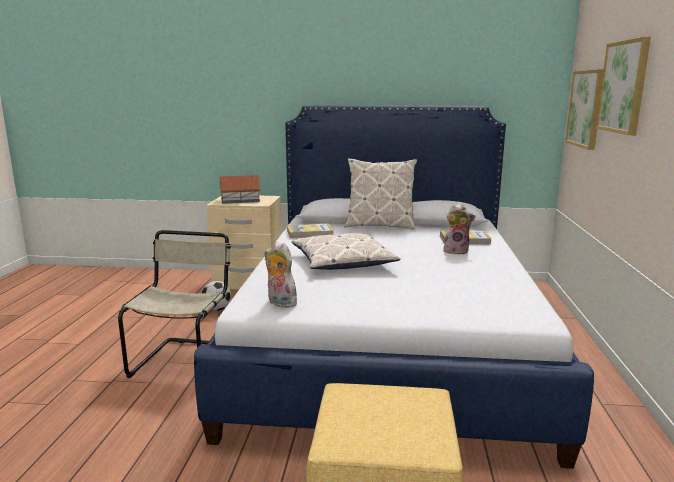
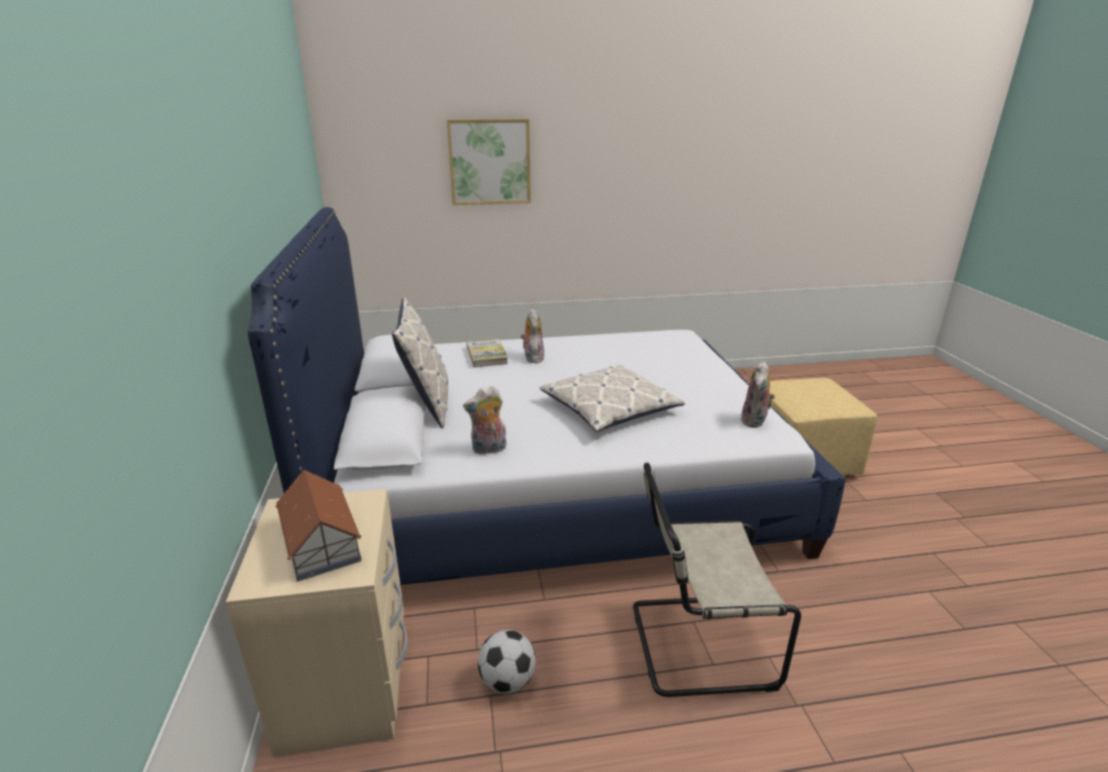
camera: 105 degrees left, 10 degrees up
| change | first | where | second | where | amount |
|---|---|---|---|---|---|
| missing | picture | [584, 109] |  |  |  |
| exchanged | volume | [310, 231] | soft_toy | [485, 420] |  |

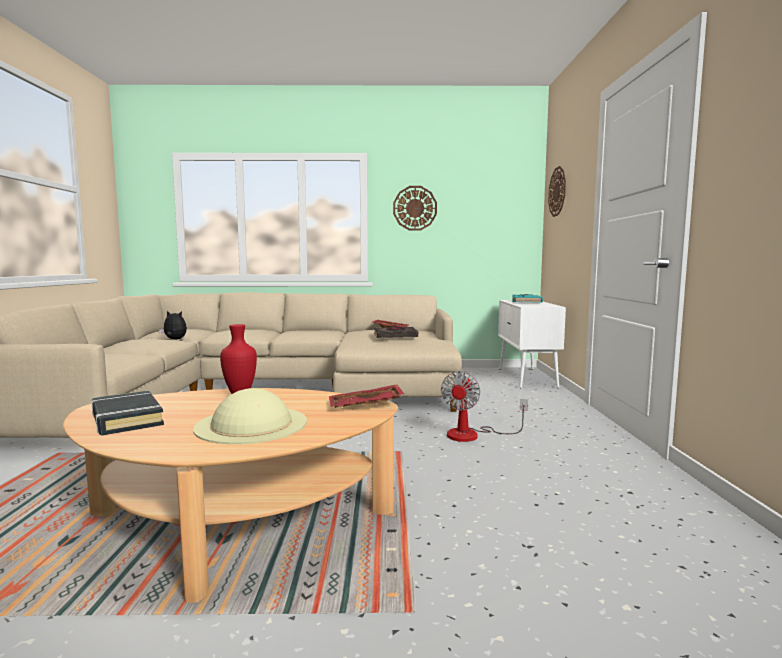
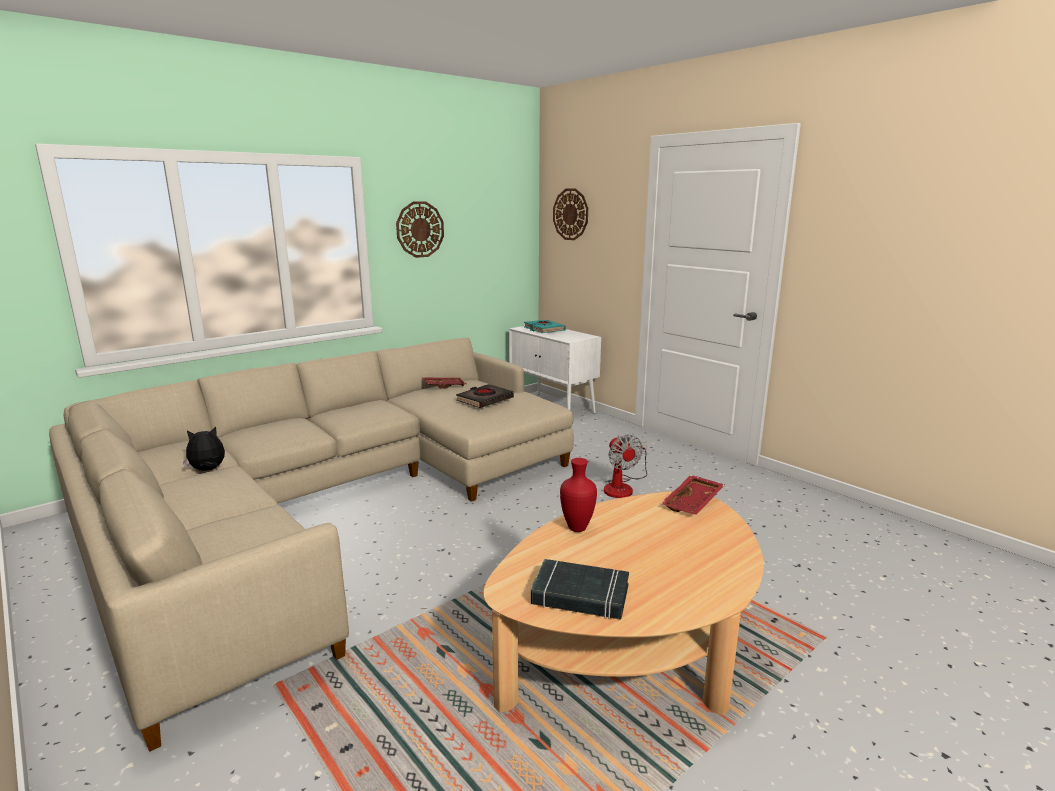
camera: 40 degrees left, 10 degrees up
| change | first | where | second | where | amount |
|---|---|---|---|---|---|
| missing | beige_clothing_hat | [250, 416] |  |  |  |

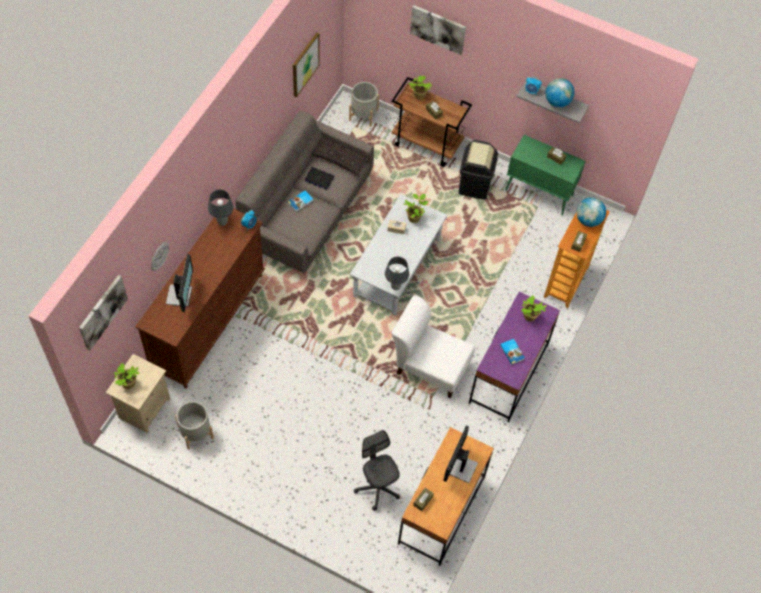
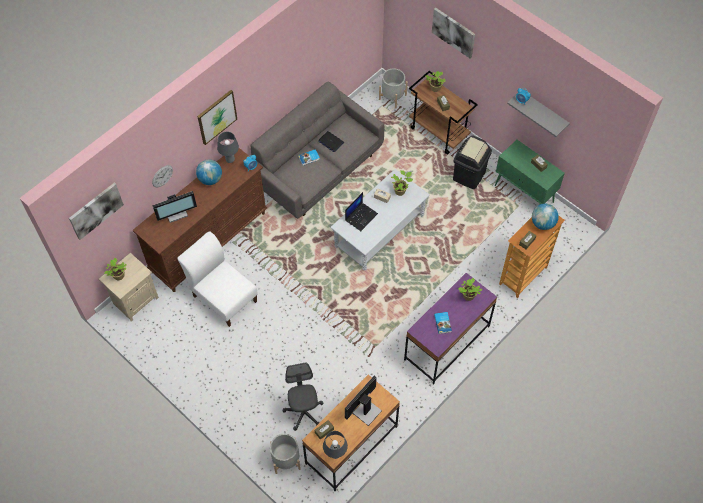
camera: 20 degrees right, 0 degrees up
| change | first | where | second | where | amount |
|---|---|---|---|---|---|
| missing | pillow | [341, 155] |  |  |  |
| appeared |  |  | portable_computer | [361, 211] |  |
| relocated | greyish_planter | [194, 425] |  | [285, 454] |  |
| relocated | picture | [306, 64] |  | [217, 117] |  |
| relocated | greyish_table_lamp | [397, 273] |  | [335, 445] |  |
| relocated | whitish_upright_chair | [433, 346] |  | [217, 279] |  |
| relocated | globe | [560, 92] |  | [209, 172] |  |
| spun | computer_screen | [179, 283] |  | [175, 207] | 45 degrees clockwise |

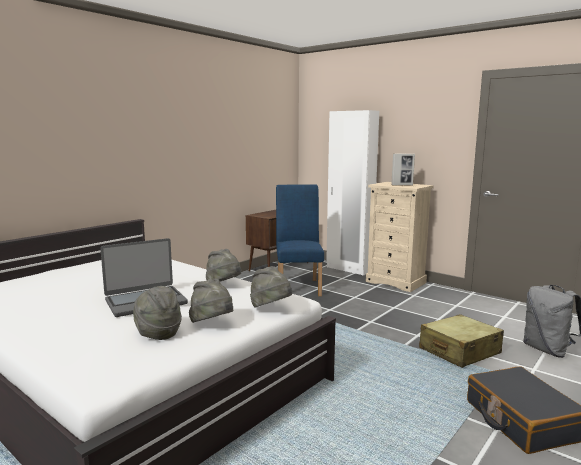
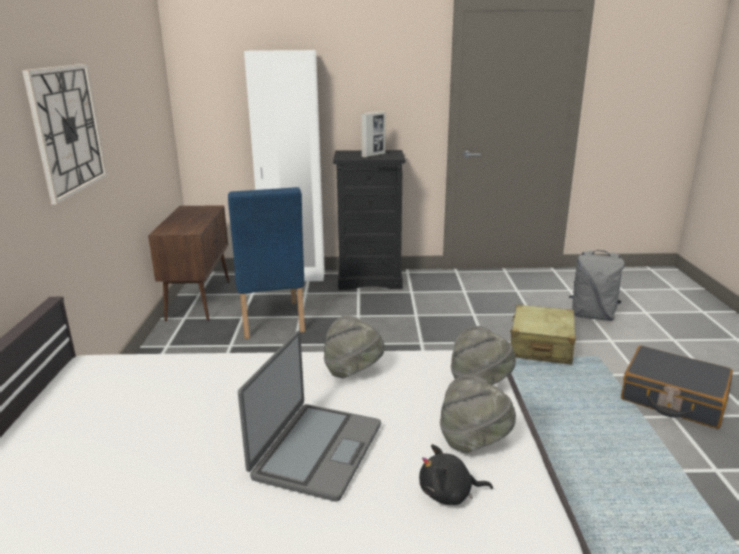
camera: 40 degrees left, 10 degrees up
| change | first | where | second | where | amount |
|---|---|---|---|---|---|
| appeared |  |  | clock_on_the_wall | [64, 134] |  |
| exchanged | greyish_clothing_hat | [157, 313] | black-coloured_soft_toy | [456, 474] |  |
| colour | beige_drawer_chest | [400, 237] | black-coloured_drawer_chest | [369, 220] |  |
| spun | bluish_upright_chair | [300, 240] |  | [266, 263] | 150 degrees counterclockwise |

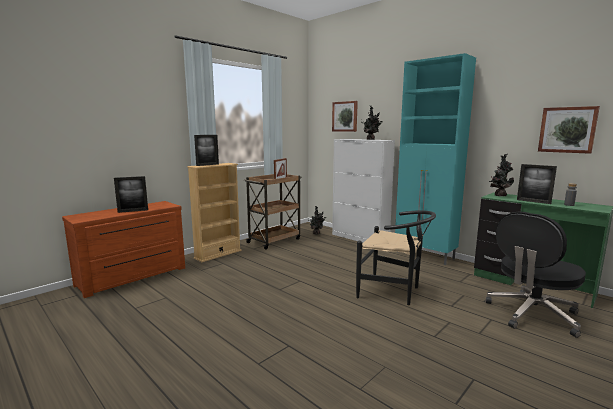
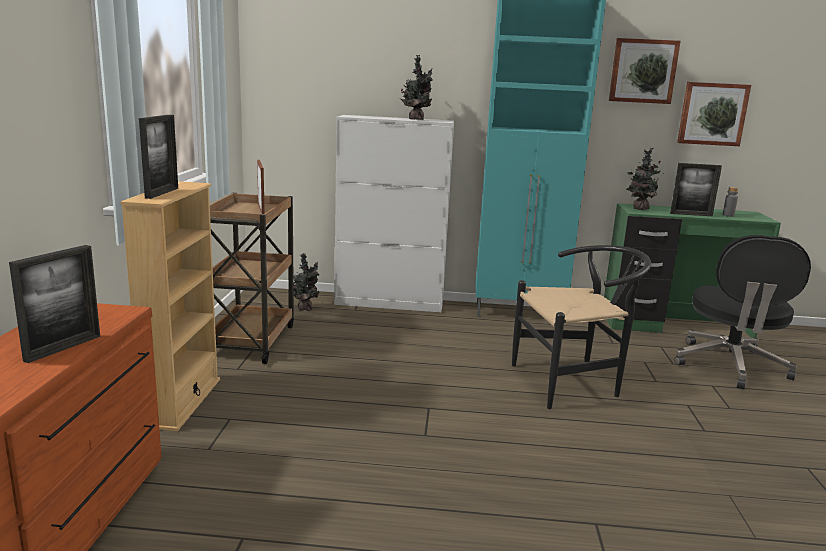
camera: 40 degrees left, 5 degrees up
| change | first | where | second | where | amount |
|---|---|---|---|---|---|
| relocated | picture | [345, 116] |  | [645, 71] |  |

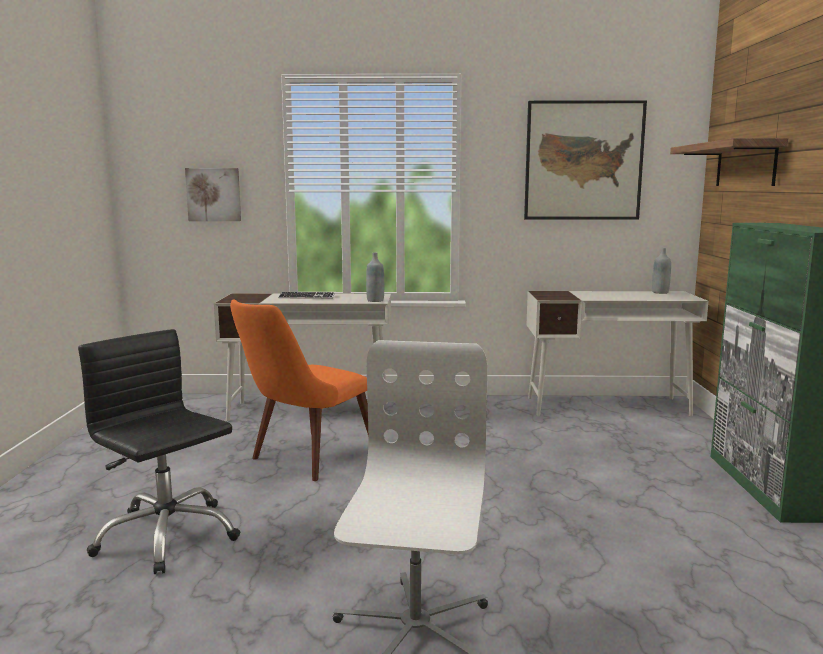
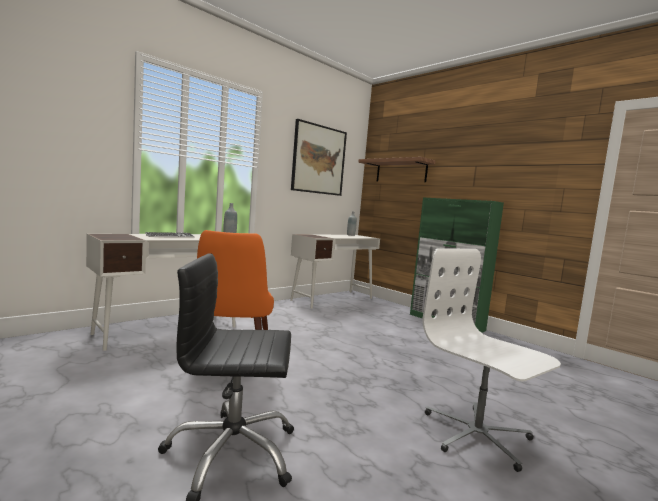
camera: 45 degrees left, 5 degrees down
| change | first | where | second | where | amount |
|---|---|---|---|---|---|
| missing | picture | [213, 194] |  |  |  |

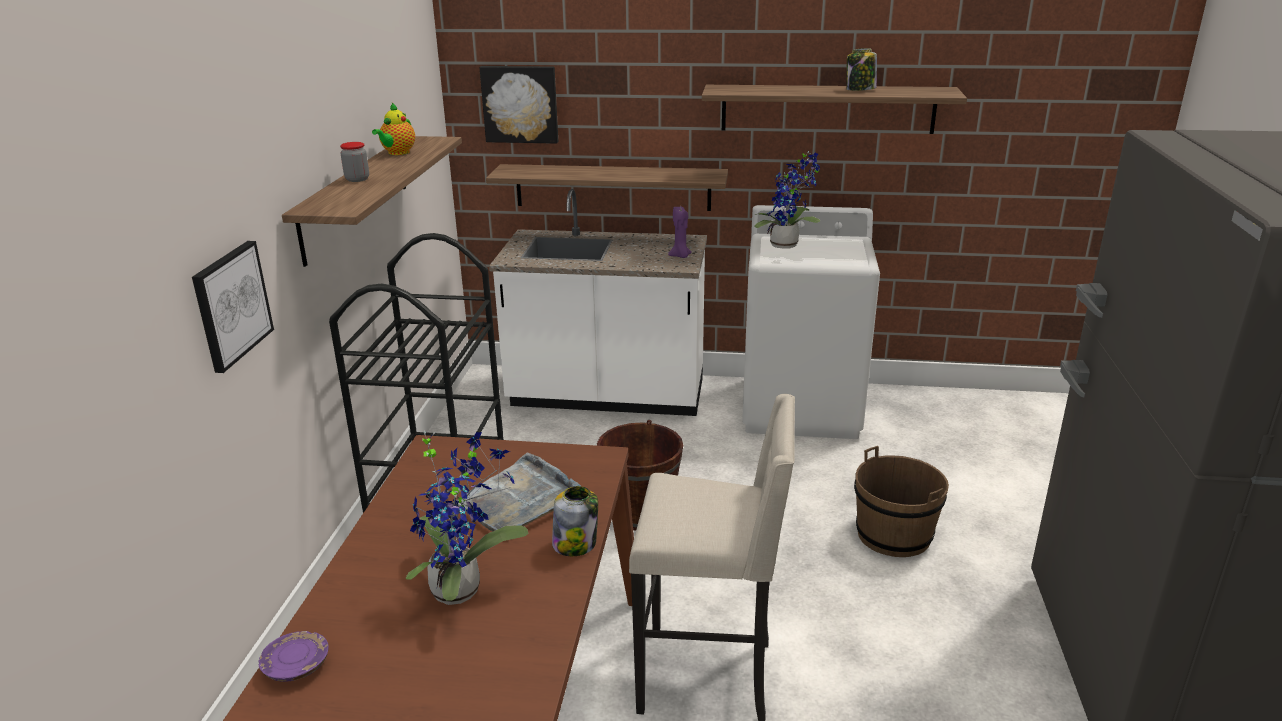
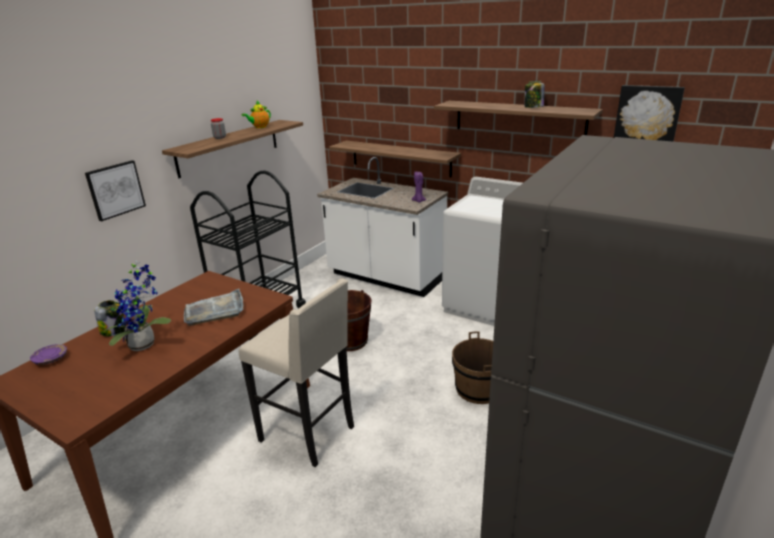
camera: 25 degrees right, 0 degrees up
| change | first | where | second | where | amount |
|---|---|---|---|---|---|
| missing | potted_plant | [787, 199] |  |  |  |
| relocated | picture | [519, 105] |  | [649, 113] |  |
| relocated | preserve_jar | [575, 521] |  | [110, 318] |  |

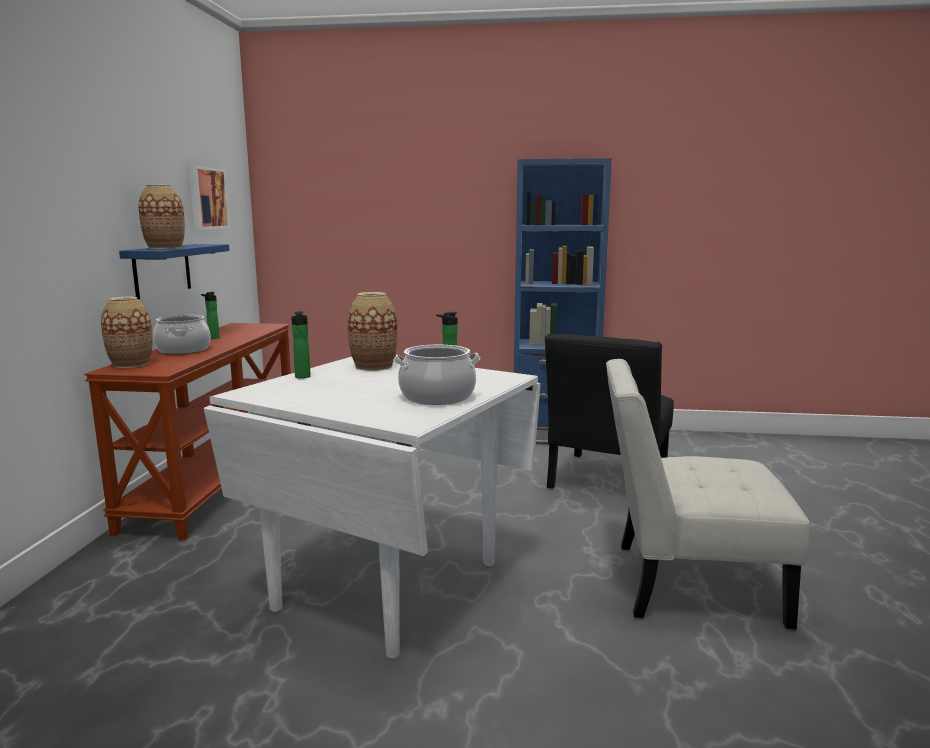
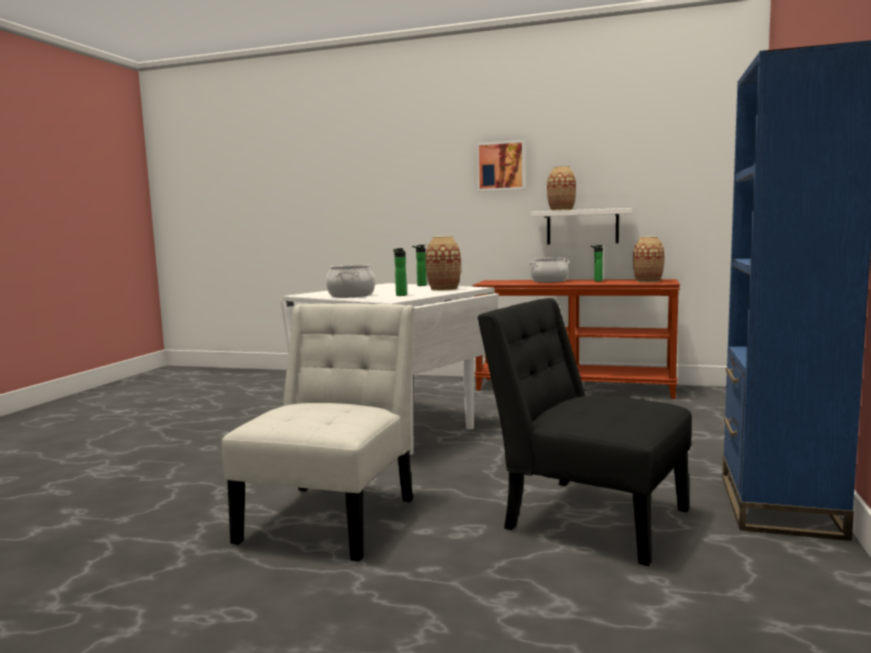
camera: 100 degrees right, 5 degrees down
| change | first | where | second | where | amount |
|---|---|---|---|---|---|
| relocated | flower_vase | [127, 332] |  | [648, 259] |  |
| relocated | picture | [209, 198] |  | [501, 165] |  |
| colour | bluish_shelf | [174, 272] | whitish_shelf | [581, 226] |  |

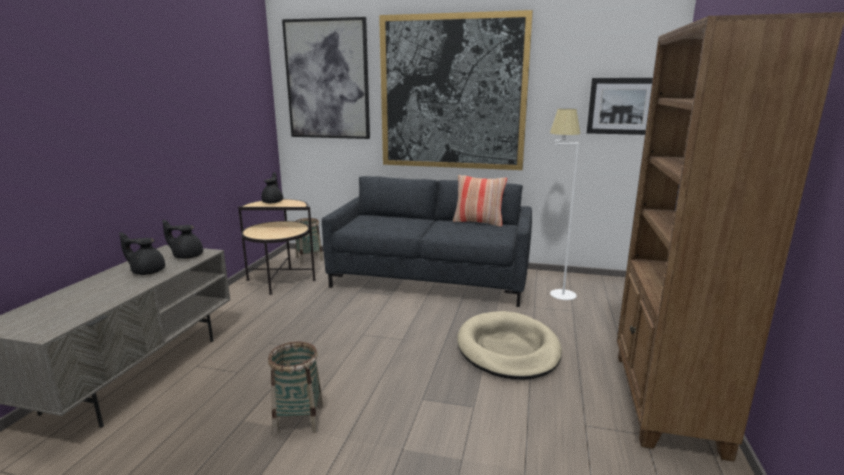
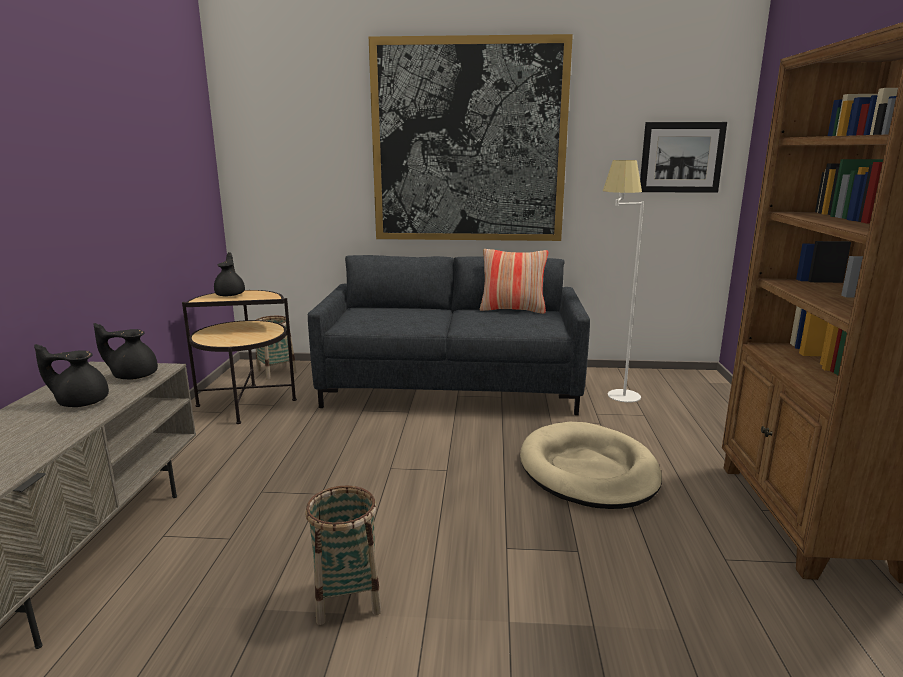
camera: 10 degrees left, 0 degrees up
| change | first | where | second | where | amount |
|---|---|---|---|---|---|
| missing | picture | [326, 78] |  |  |  |

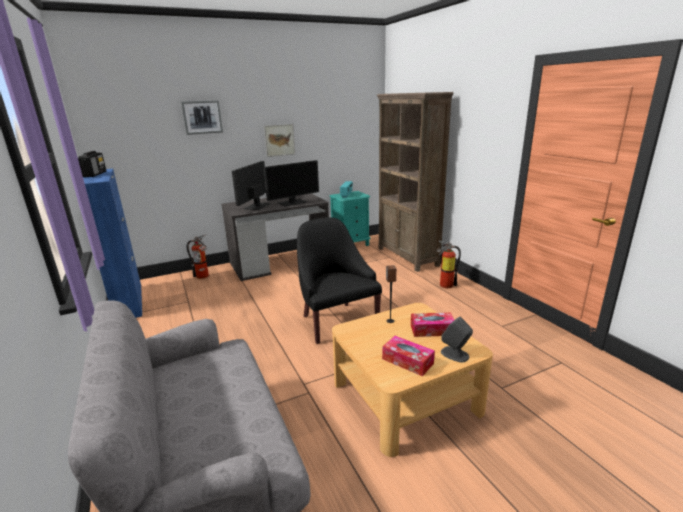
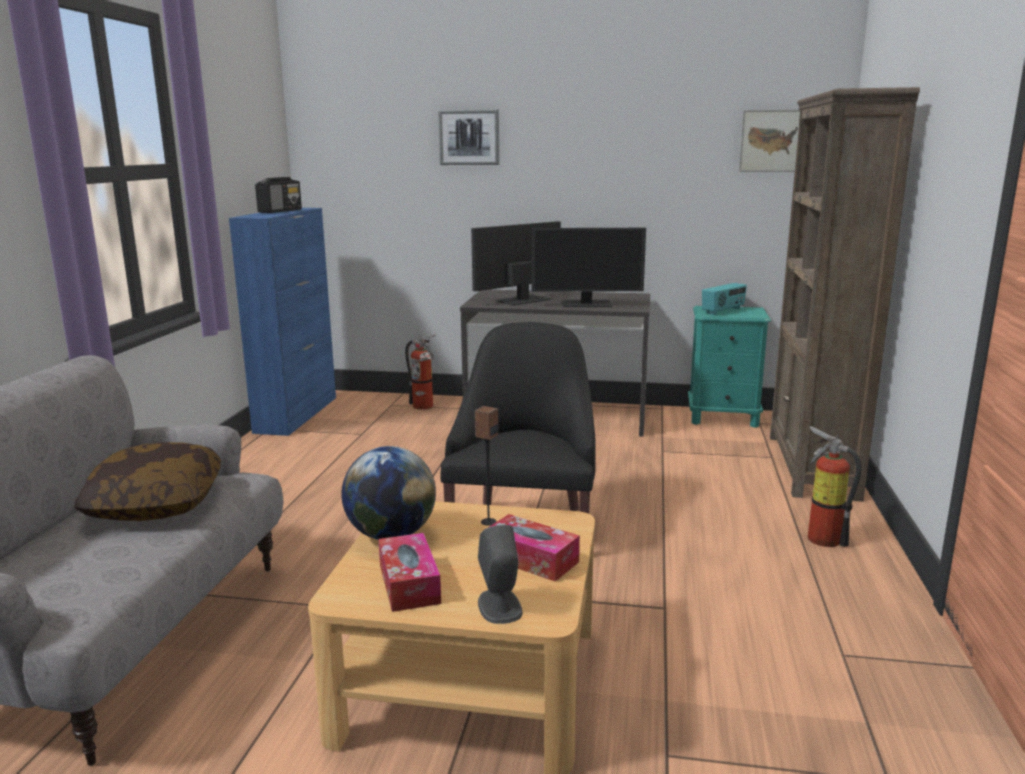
camera: 35 degrees right, 5 degrees down
| change | first | where | second | where | amount |
|---|---|---|---|---|---|
| appeared |  |  | pillow | [147, 481] |  |
| appeared |  |  | globe | [388, 493] |  |
| relocated | picture | [279, 140] |  | [769, 140] |  |

